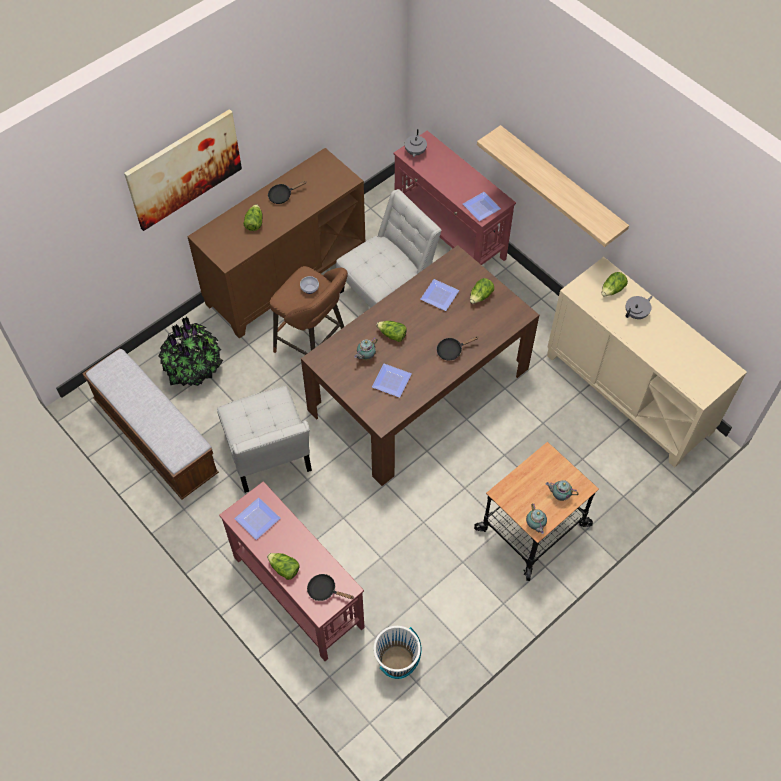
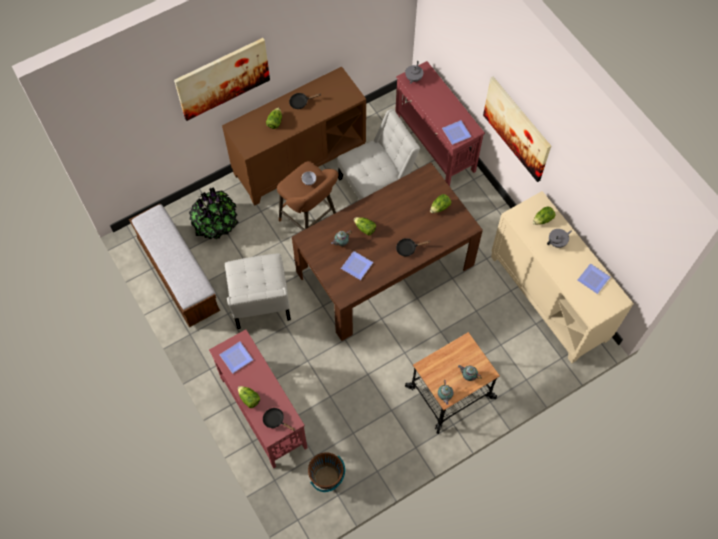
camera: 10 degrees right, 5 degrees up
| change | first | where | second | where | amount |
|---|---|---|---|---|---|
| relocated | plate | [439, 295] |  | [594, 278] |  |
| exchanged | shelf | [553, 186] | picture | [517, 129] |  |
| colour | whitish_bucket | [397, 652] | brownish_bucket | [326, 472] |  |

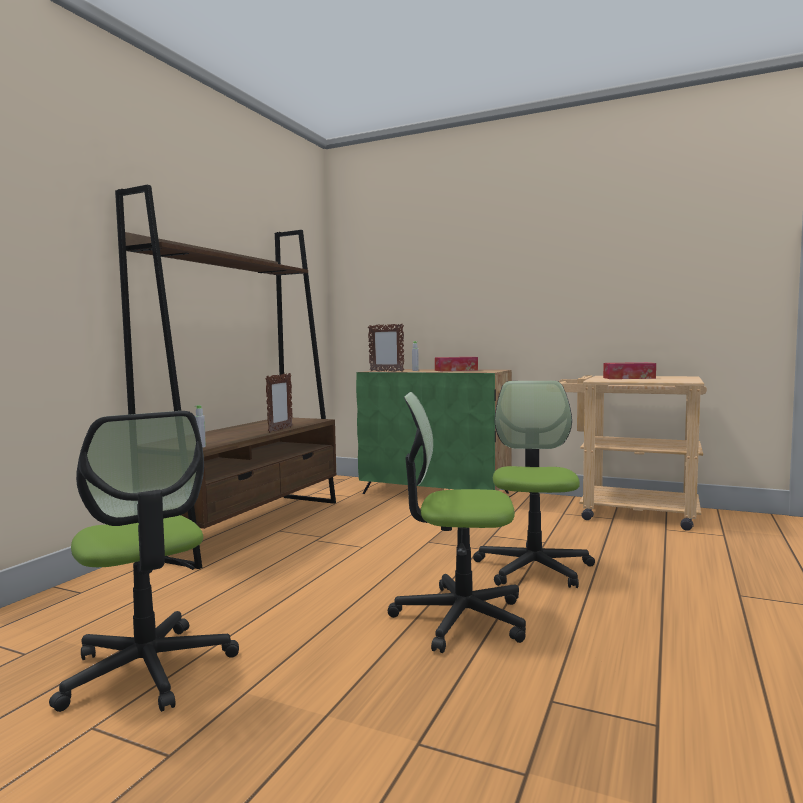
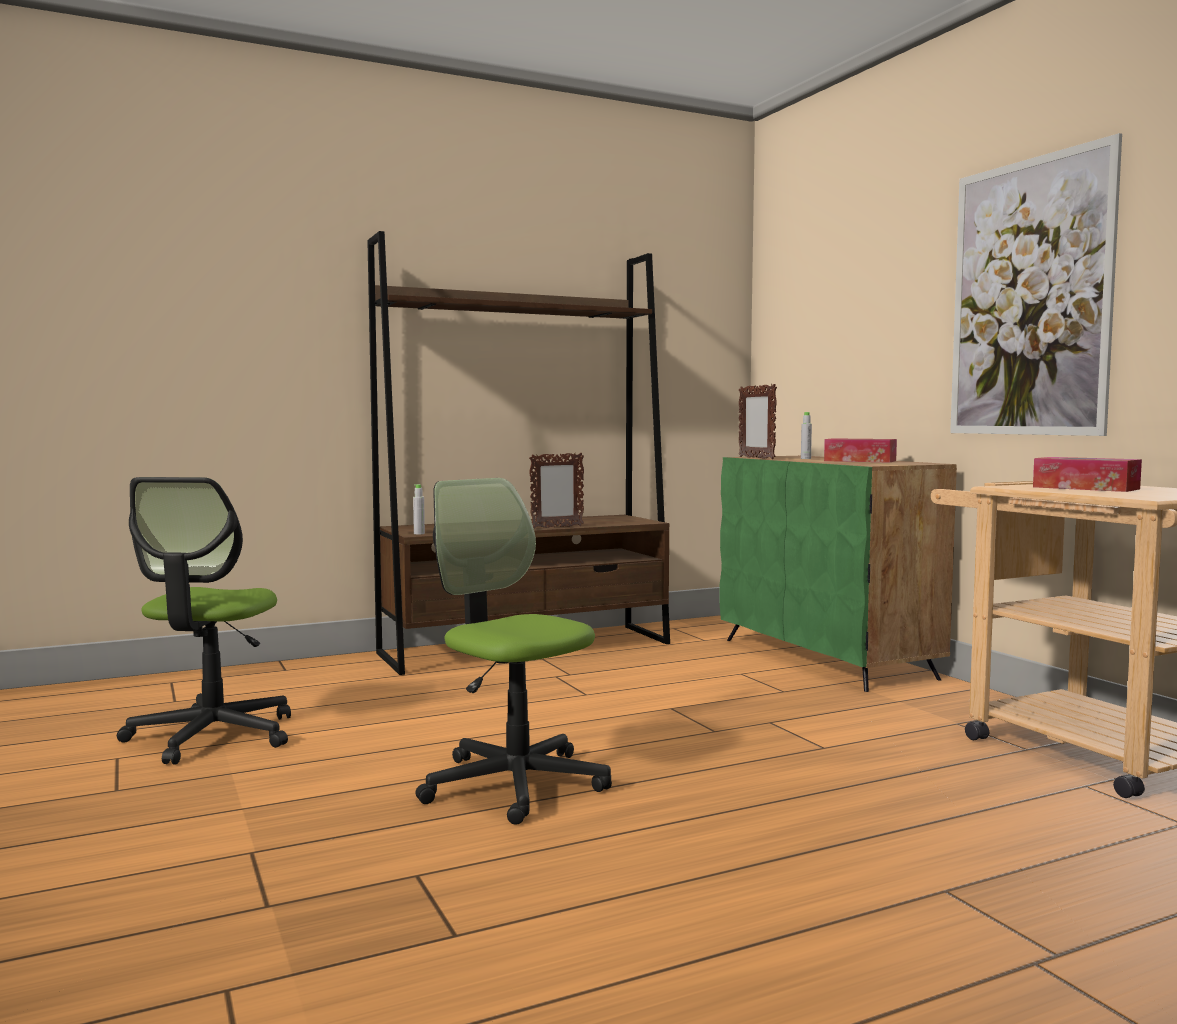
camera: 40 degrees right, 0 degrees up
| change | first | where | second | where | amount |
|---|---|---|---|---|---|
| missing | office_chair | [534, 484] |  |  |  |
| appeared |  |  | picture | [1036, 284] |  |

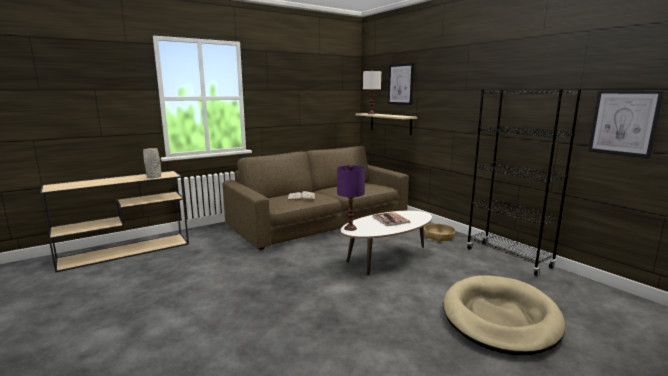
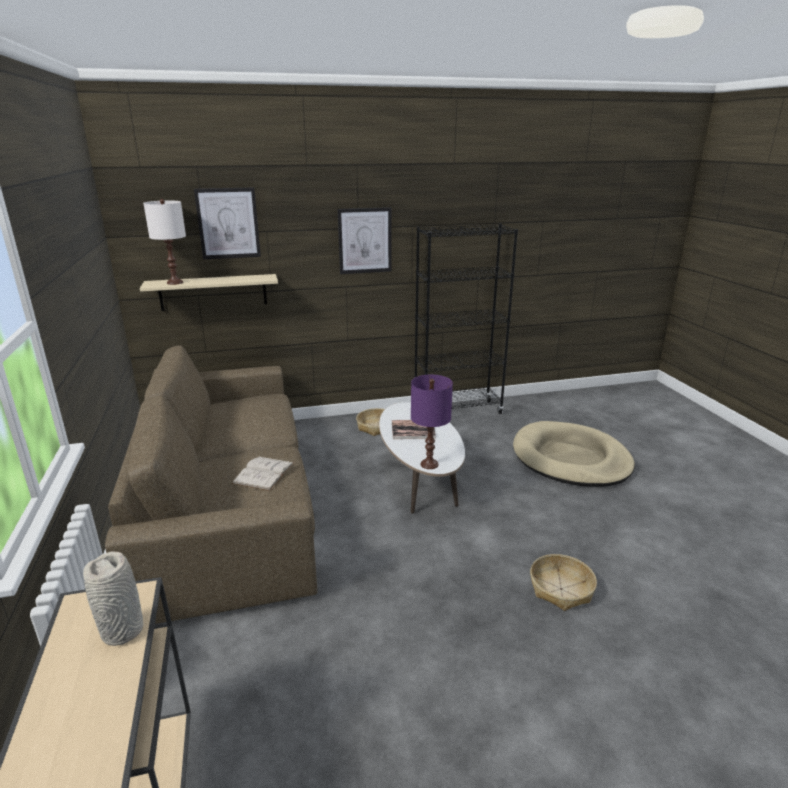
camera: 70 degrees left, 10 degrees up
| change | first | where | second | where | amount |
|---|---|---|---|---|---|
| appeared |  |  | basket | [563, 582] |  |
| relocated | picture | [626, 124] |  | [365, 240] |  |

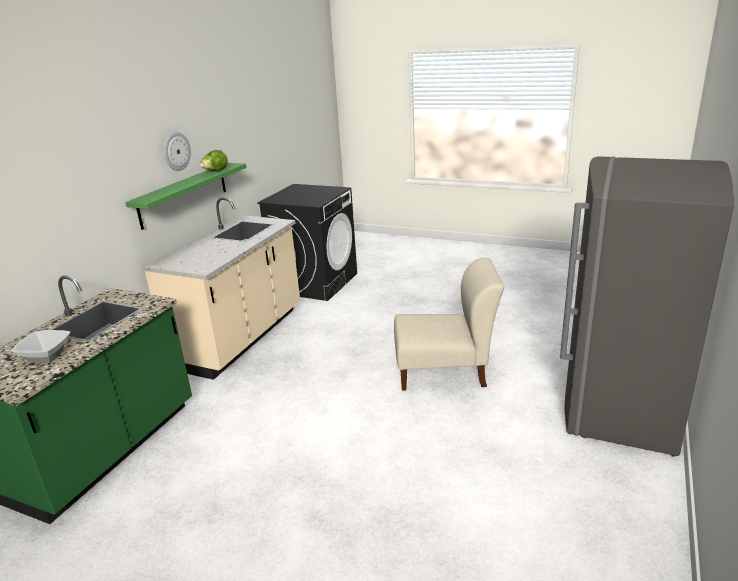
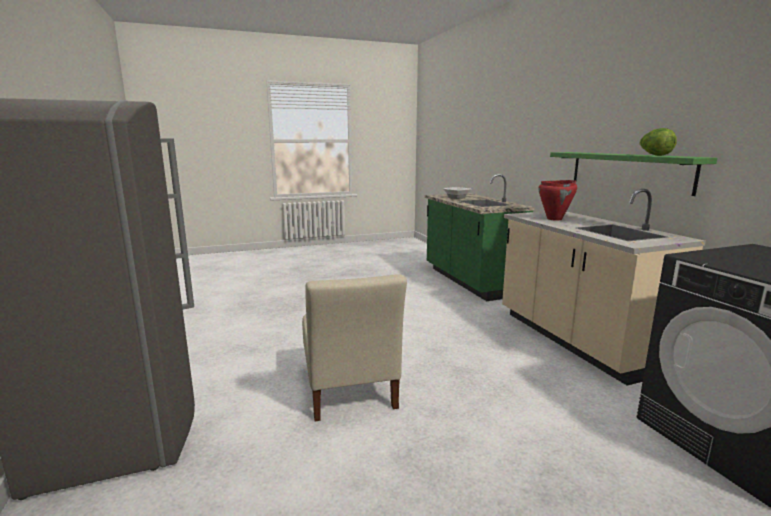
camera: 135 degrees right, 10 degrees down
| change | first | where | second | where | amount |
|---|---|---|---|---|---|
| missing | clock_on_the_wall | [177, 151] |  |  |  |
| appeared |  |  | red-coloured_saucepot | [557, 200] |  |
| spun | beige_upright_chair | [449, 324] |  | [354, 347] | 60 degrees counterclockwise |

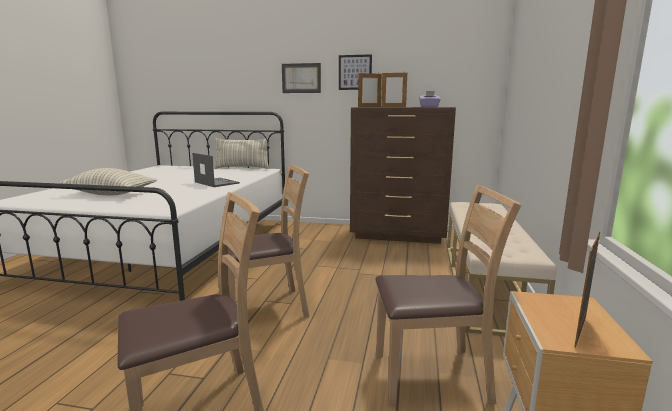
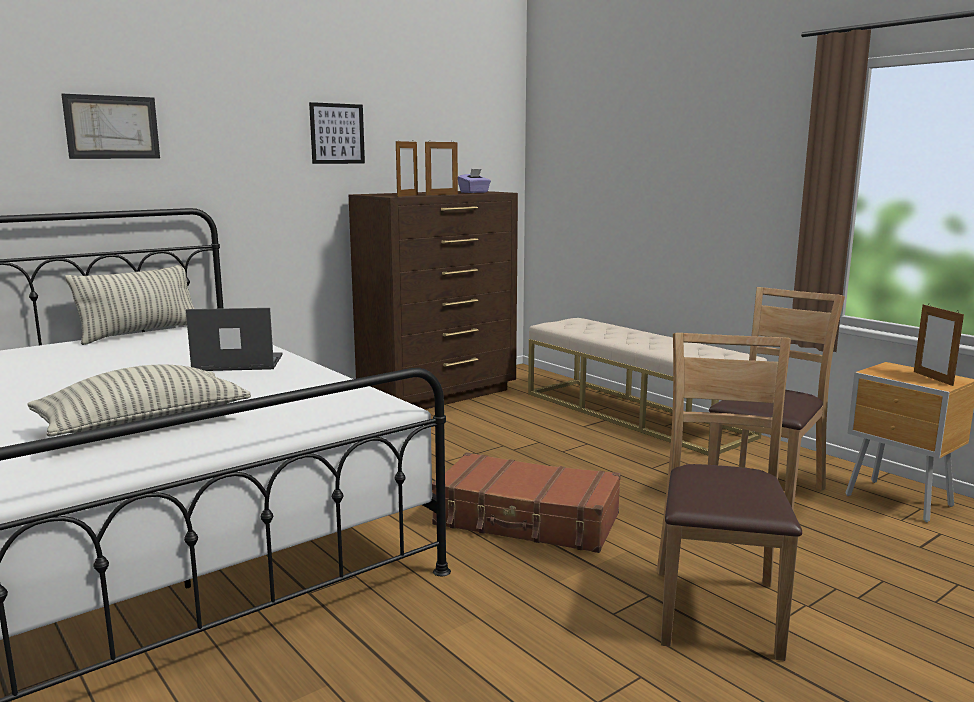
camera: 50 degrees left, 0 degrees up
| change | first | where | second | where | amount |
|---|---|---|---|---|---|
| relocated | picture | [301, 78] |  | [110, 126] |  |
| exchanged | brownish_upright_chair | [268, 241] | brownish_piece_of_luggage | [526, 502] |  |

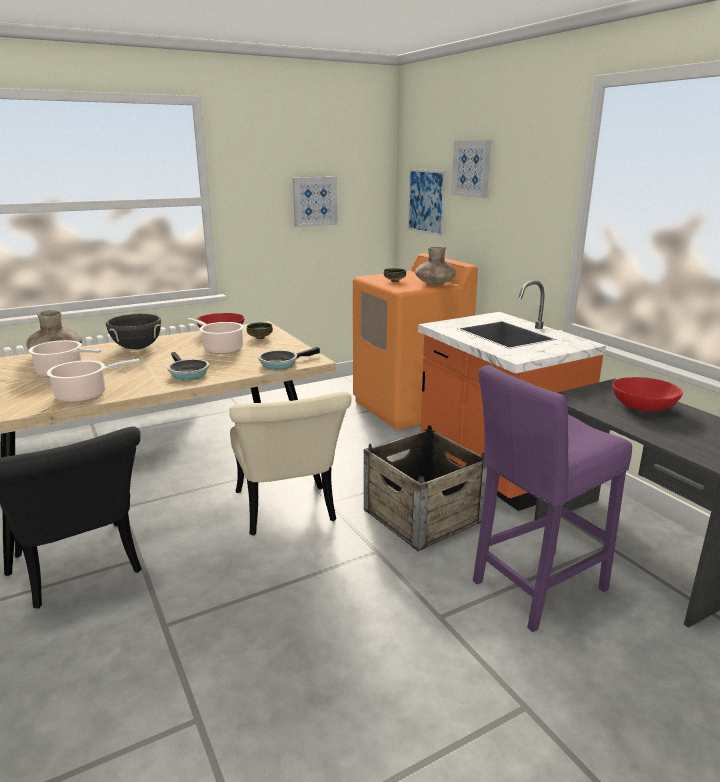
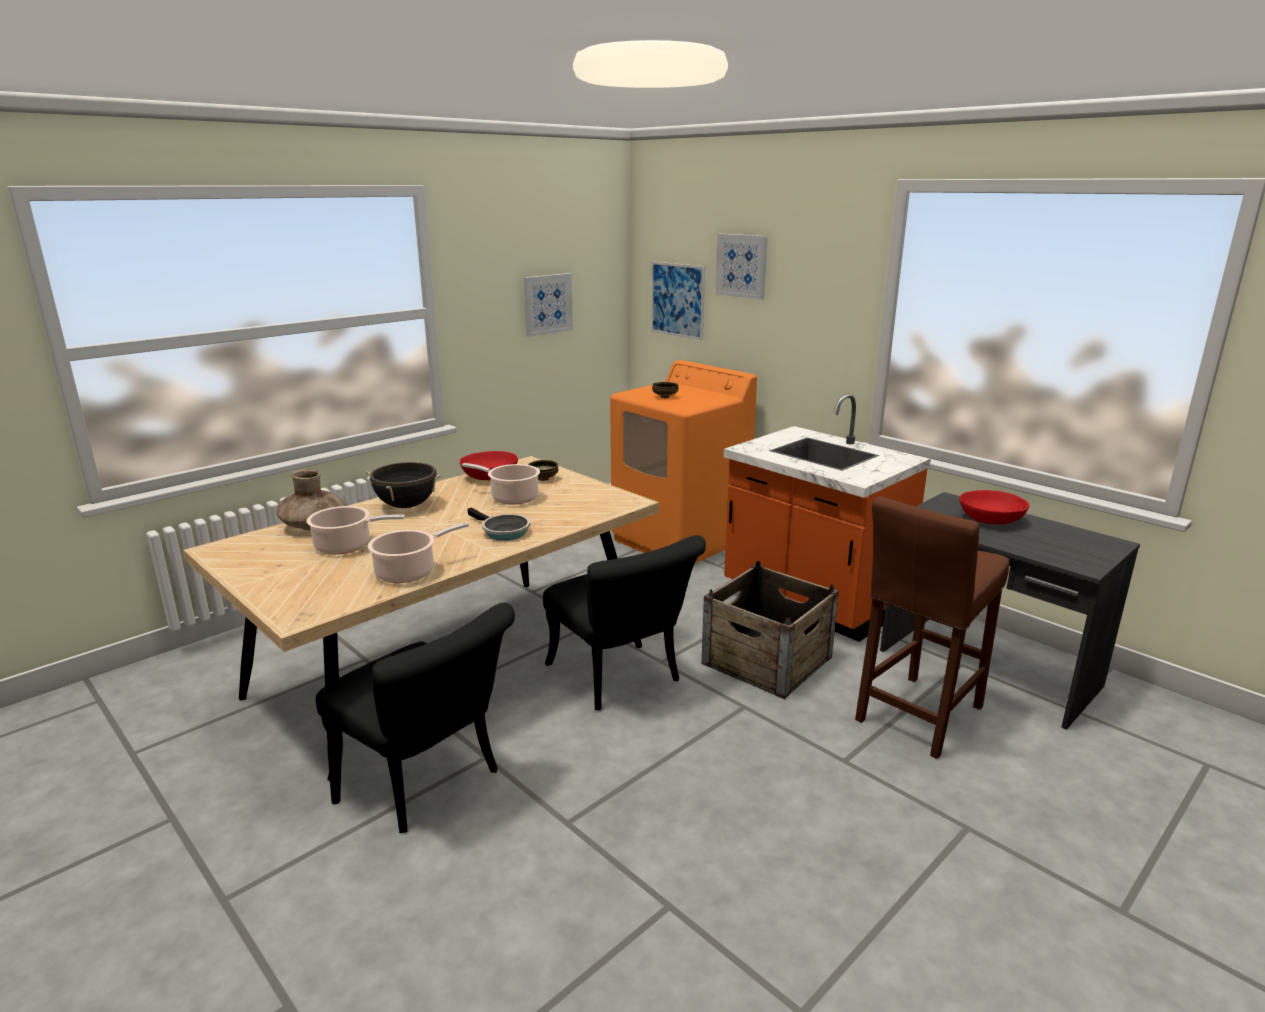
camera: 15 degrees left, 0 degrees up
| change | first | where | second | where | amount |
|---|---|---|---|---|---|
| missing | pan | [289, 358] |  |  |  |
| missing | brownish_flower_vase | [435, 266] |  |  |  |
| colour | beige_upright_chair | [290, 463] | black-coloured_upright_chair | [624, 622] |  |
| colour | purplish_stool | [552, 498] | brownish_stool | [932, 627] |  |

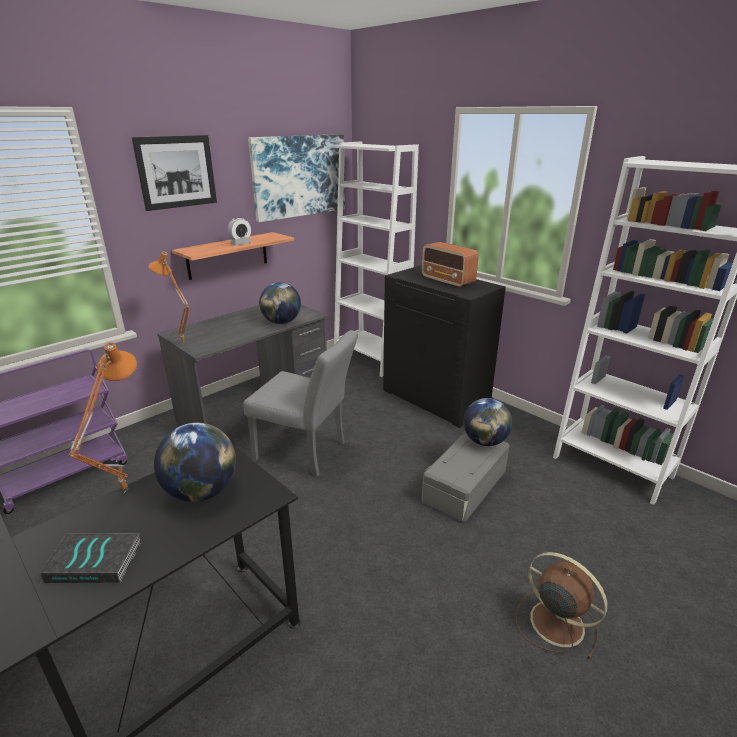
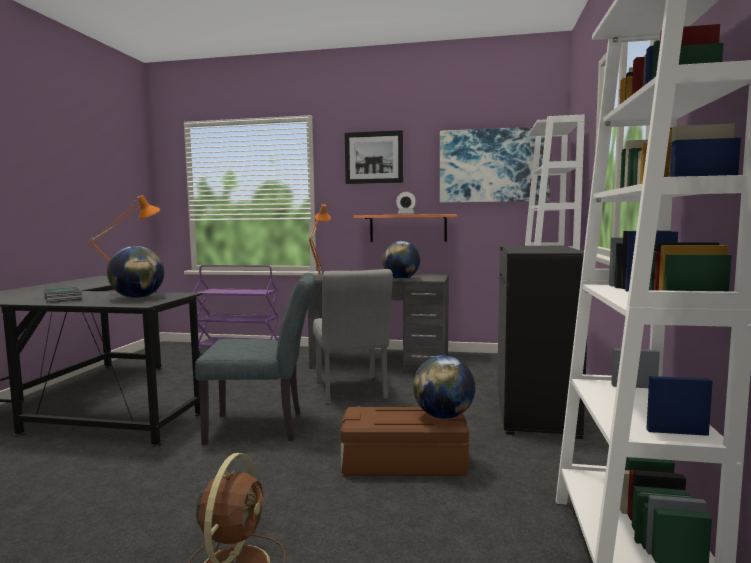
camera: 55 degrees right, 20 degrees down
| change | first | where | second | where | amount |
|---|---|---|---|---|---|
| missing | radio | [450, 265] |  |  |  |
| appeared |  |  | greyish_upright_chair | [255, 359] |  |
| colour | greyish_storage_bin | [466, 476] | brownish_storage_bin | [405, 441] |  |

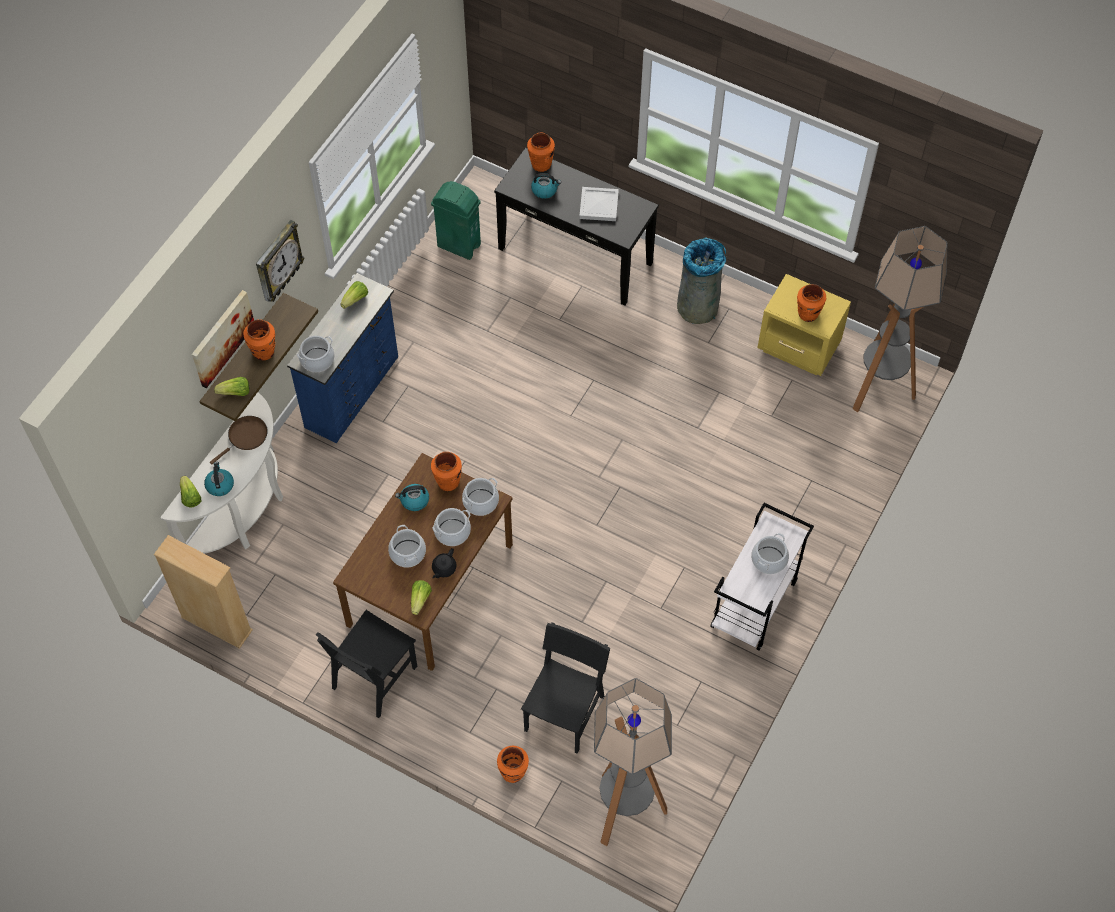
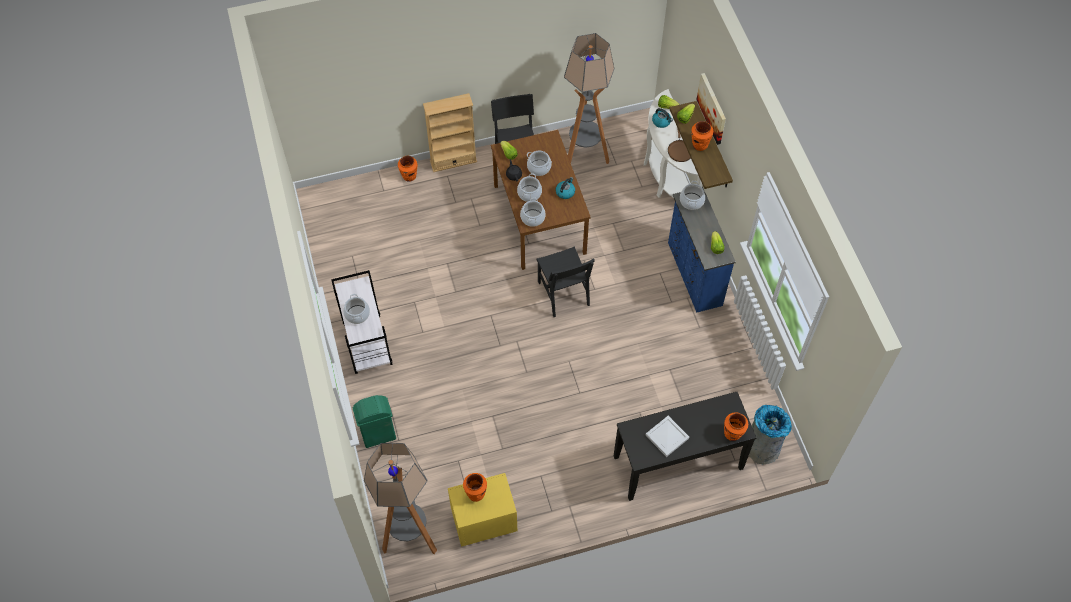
camera: 135 degrees right, 0 degrees up
| change | first | where | second | where | amount |
|---|---|---|---|---|---|
| missing | clock_on_the_wall | [280, 261] |  |  |  |
| missing | orange_flower_vase | [446, 471] |  |  |  |
| missing | tea_kettle | [546, 186] |  |  |  |
| relocated | beige_shelving_unit | [203, 592] |  | [450, 132] |  |
| relocated | green_trash_can | [456, 220] |  | [374, 421] |  |
| relocated | black-coloured_upright_chair | [565, 688] |  | [565, 281] |  |
| relocated | floor_lamp | [633, 762] |  | [589, 98] |  |
| relocated | greyish_trash_can | [701, 281] |  | [770, 434] |  |

